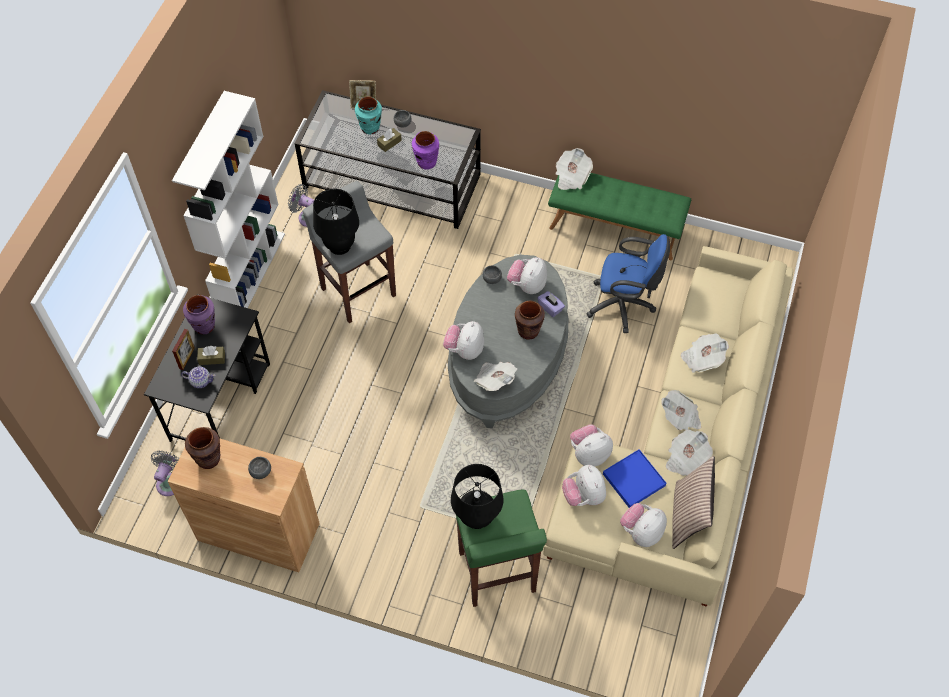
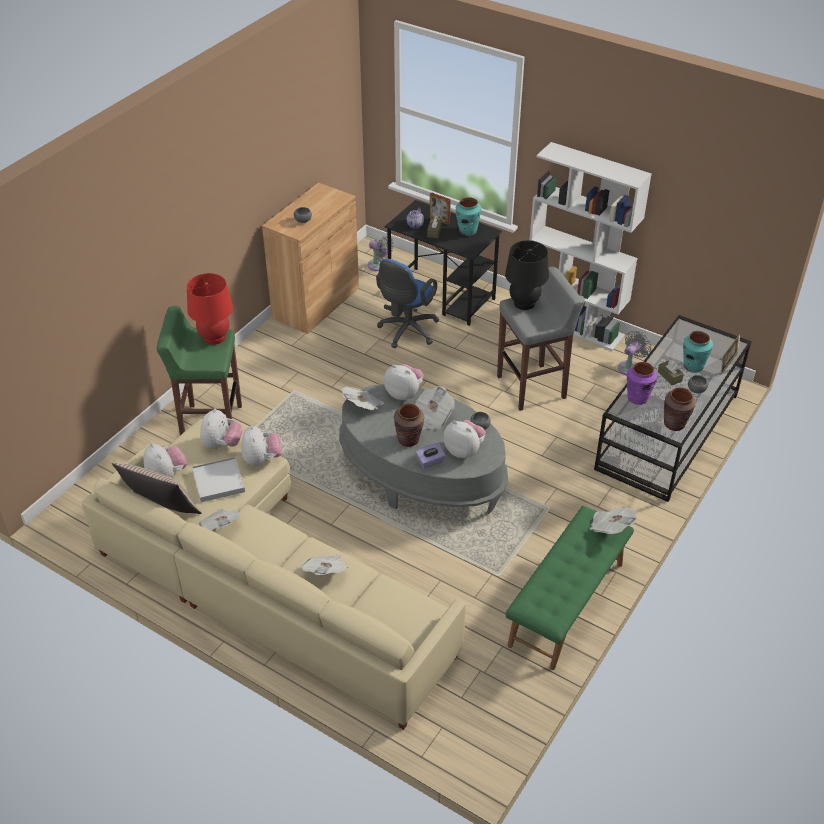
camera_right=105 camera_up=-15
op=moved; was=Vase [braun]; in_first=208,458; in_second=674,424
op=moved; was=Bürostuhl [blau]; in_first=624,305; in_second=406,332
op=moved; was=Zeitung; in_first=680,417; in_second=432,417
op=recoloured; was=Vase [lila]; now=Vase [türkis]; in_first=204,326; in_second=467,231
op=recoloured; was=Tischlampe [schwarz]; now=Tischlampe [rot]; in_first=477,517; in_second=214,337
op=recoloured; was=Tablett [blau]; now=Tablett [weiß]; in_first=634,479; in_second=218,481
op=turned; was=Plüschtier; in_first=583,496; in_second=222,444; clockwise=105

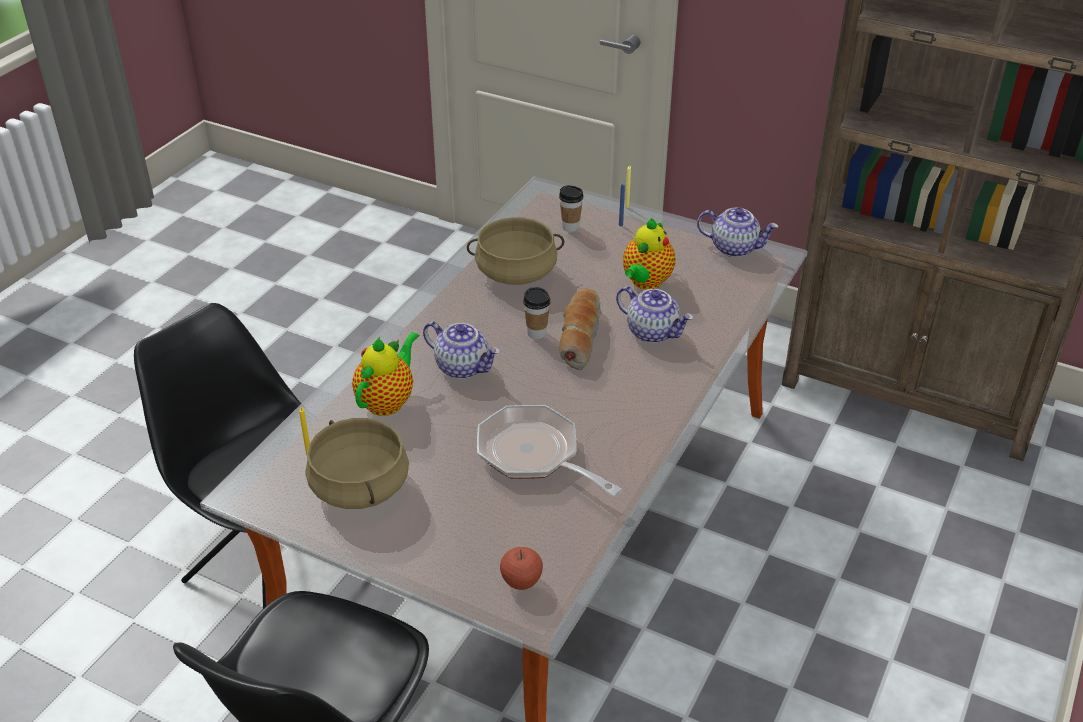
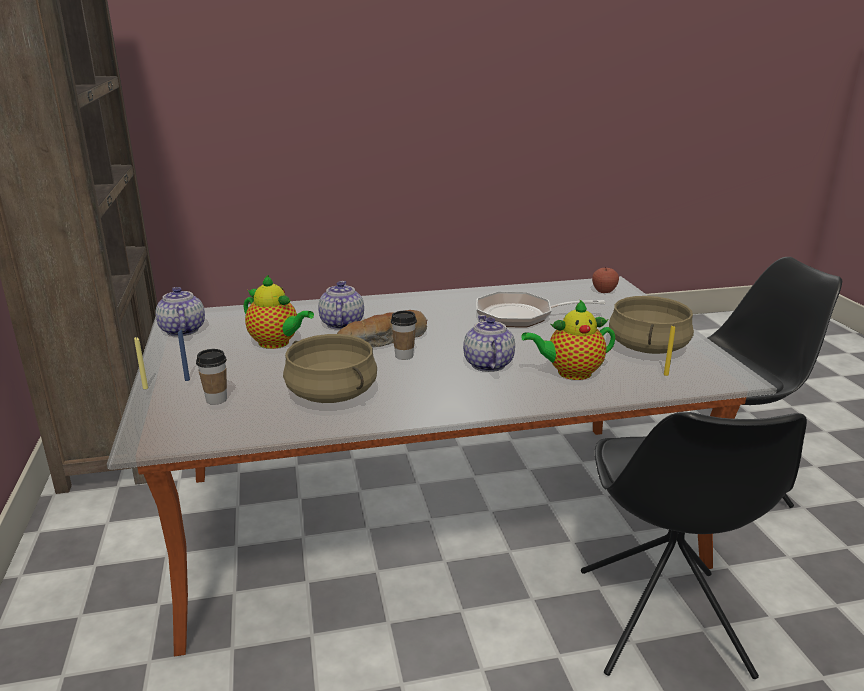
camera_right=-130 camera_up=-15
op=turned; was=Pfanne; in_first=534,455; in_second=521,316; clockwise=90
op=turned; was=Teekanne; in_first=646,282; in_second=277,343; clockwise=45

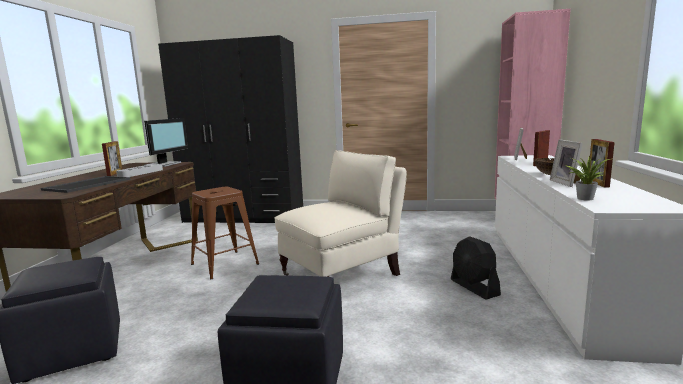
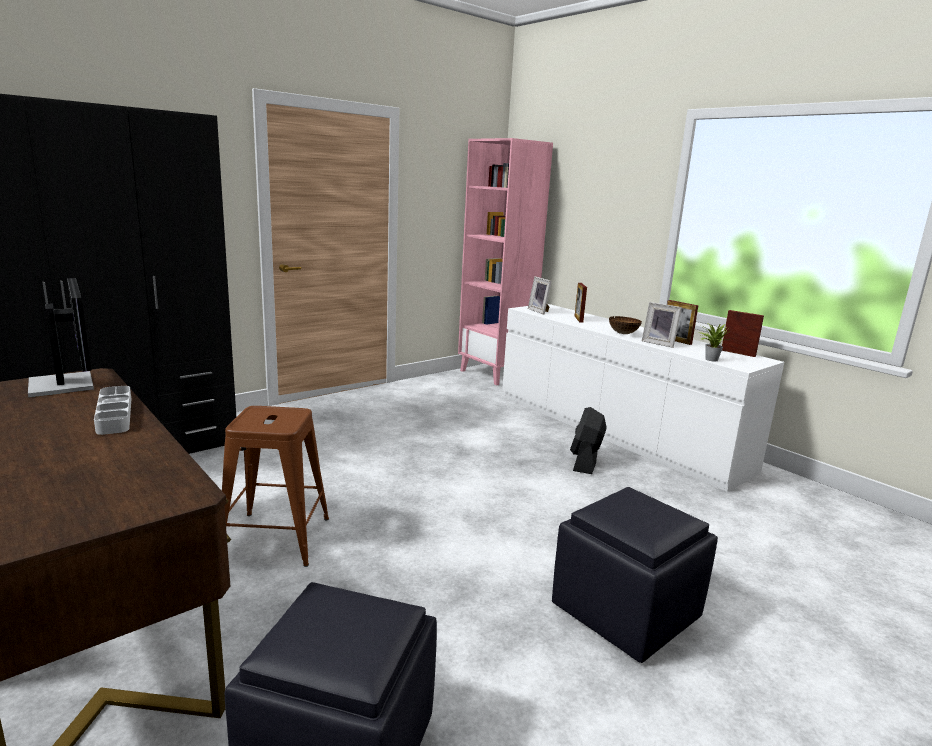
camera_right=-50 camera_up=5
op=removed; was=Tablett; in_first=88,184
op=removed; was=Sessel [beige]; in_first=343,274
op=moved; was=Bilderrahmen; in_first=115,173; in_second=738,353
op=turned; was=Ventilator [schwarz]; in_first=474,287; in_second=585,461; clockwise=90

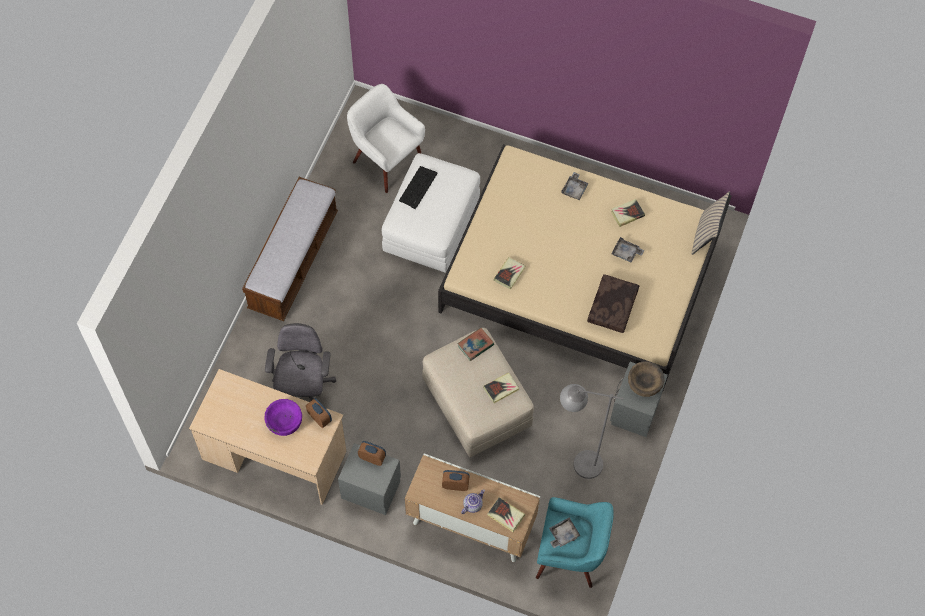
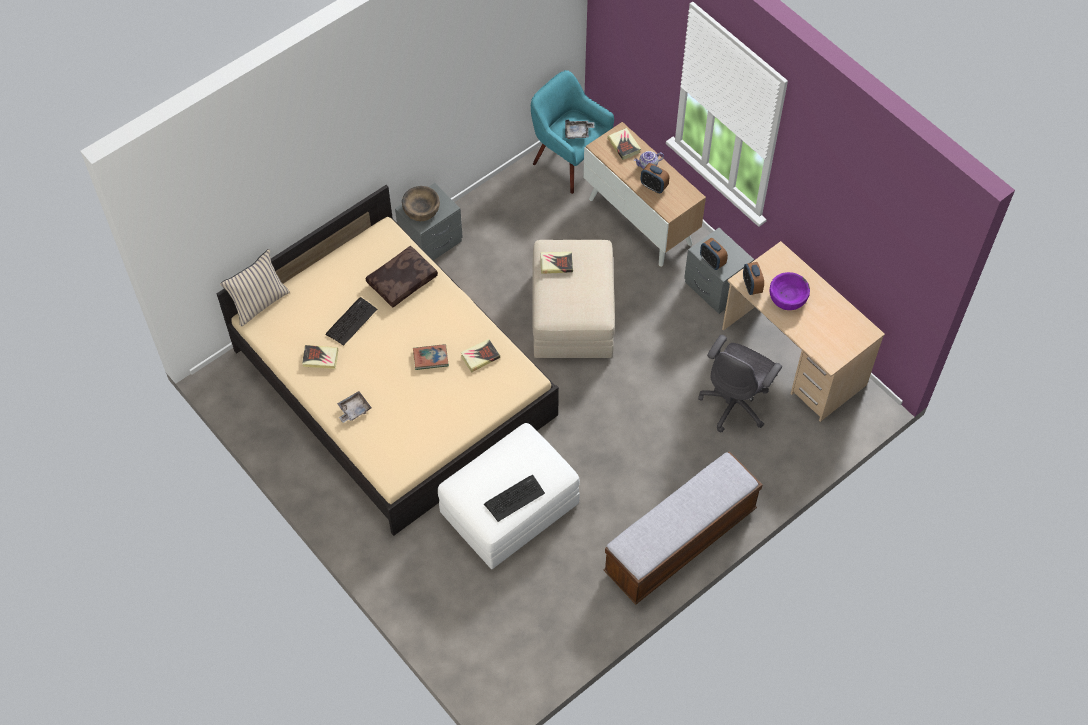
camera_right=-150 camera_up=-5
op=removed; was=Sessel [weiß]; in_first=386,161
op=removed; was=Stehlampe [grau]; in_first=577,463
op=moved; was=Buch; in_first=475,345; in_second=430,358
op=replaced; was=Tablett [grau]; now=Tastatur; in_first=626,253; in_second=351,321

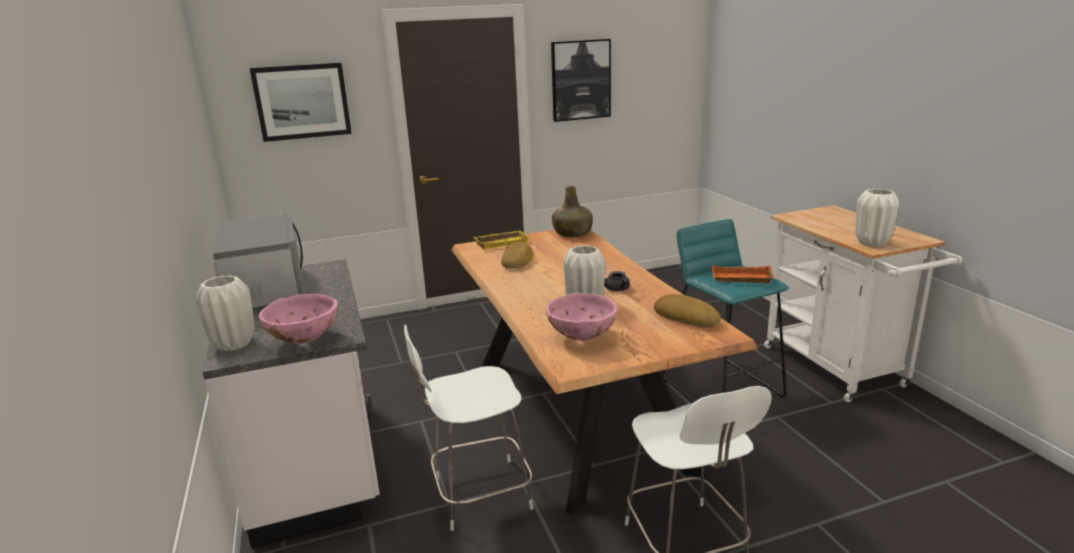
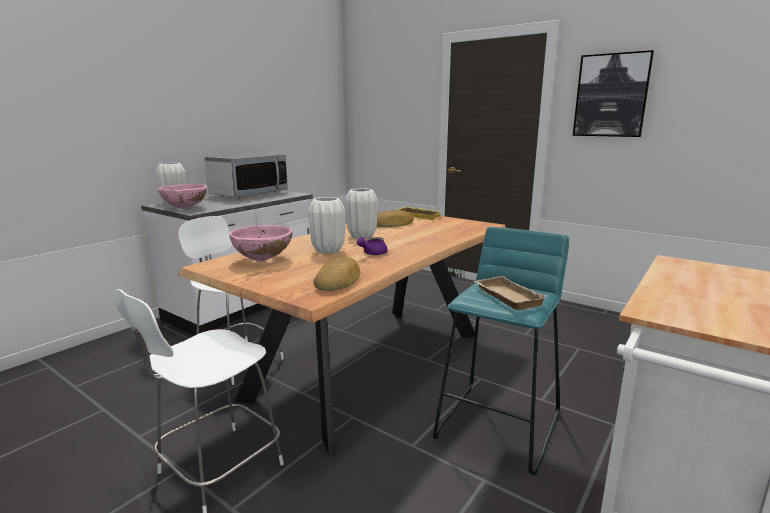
camera_right=55 camera_up=-5
op=removed; was=Bild; in_first=302,101
op=removed; was=Flasche [grün]; in_first=572,233
op=moved; was=Vase [weiß]; in_first=872,243; in_second=362,236
op=recoloured; was=Teekanne [grau]; now=Teekanne [lila]; in_first=618,290; in_second=372,253
op=recoloured; was=Tablett [orange]; now=Tablett [beige]; in_first=740,279; in_second=505,297

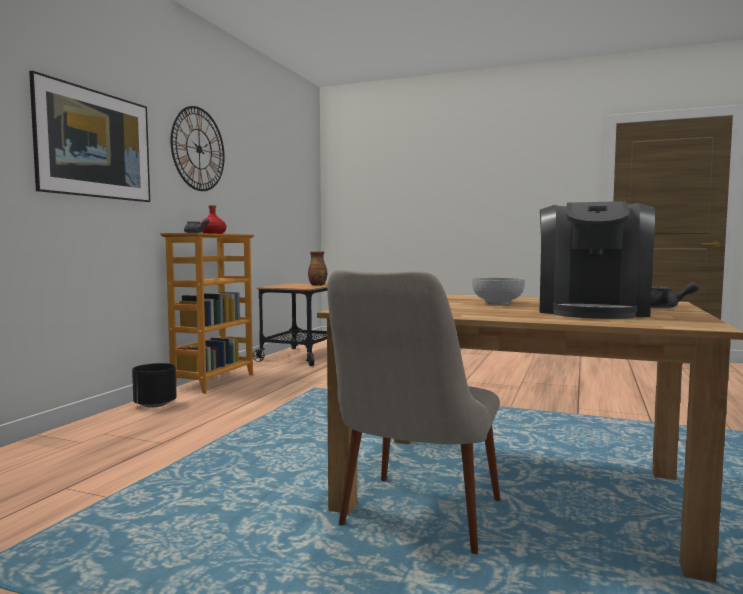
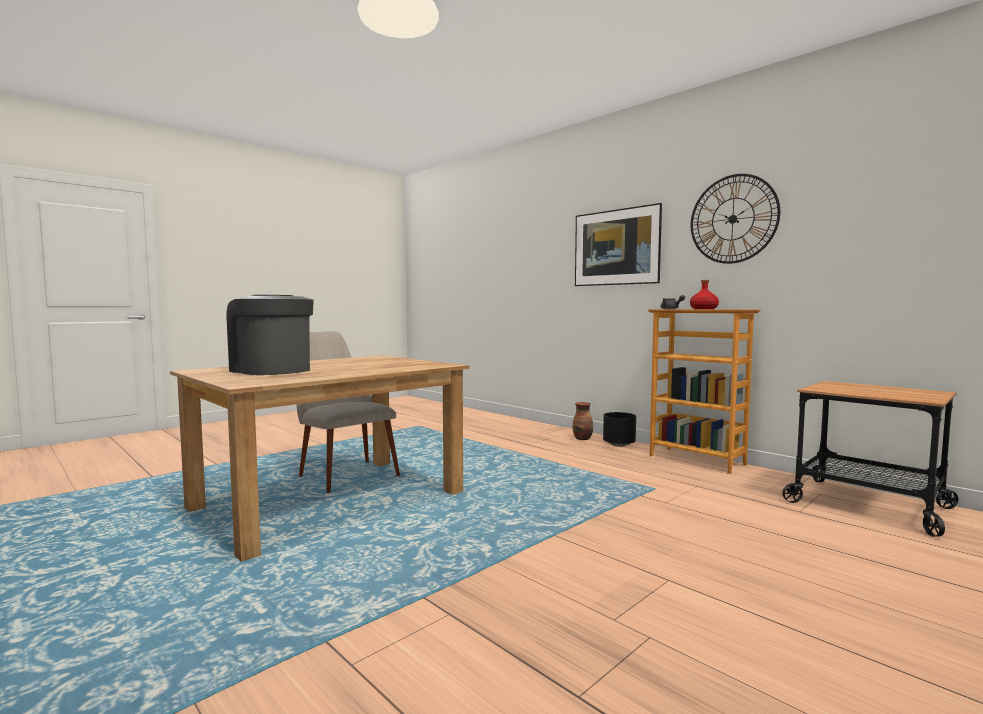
camera_right=115 camera_up=0
op=removed; was=Schüssel; in_first=498,303
op=removed; was=Teekanne [grau]; in_first=665,307
op=moved; was=Vase; in_first=317,285; in_second=583,439

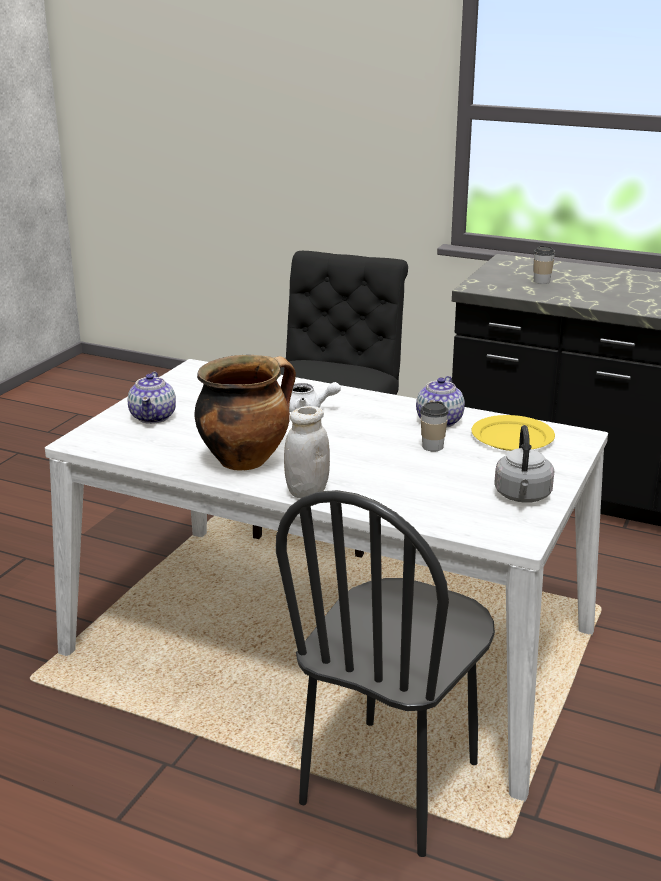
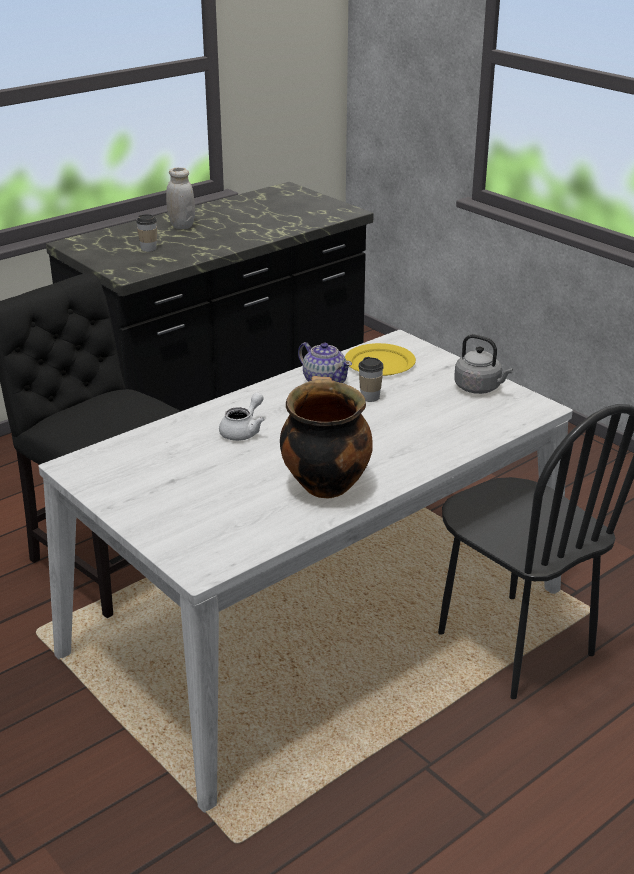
camera_right=-65 camera_up=5
op=removed; was=Teekanne; in_first=153,417
op=moved; was=Vorratsglas [weiß]; in_first=307,492; in_second=182,226

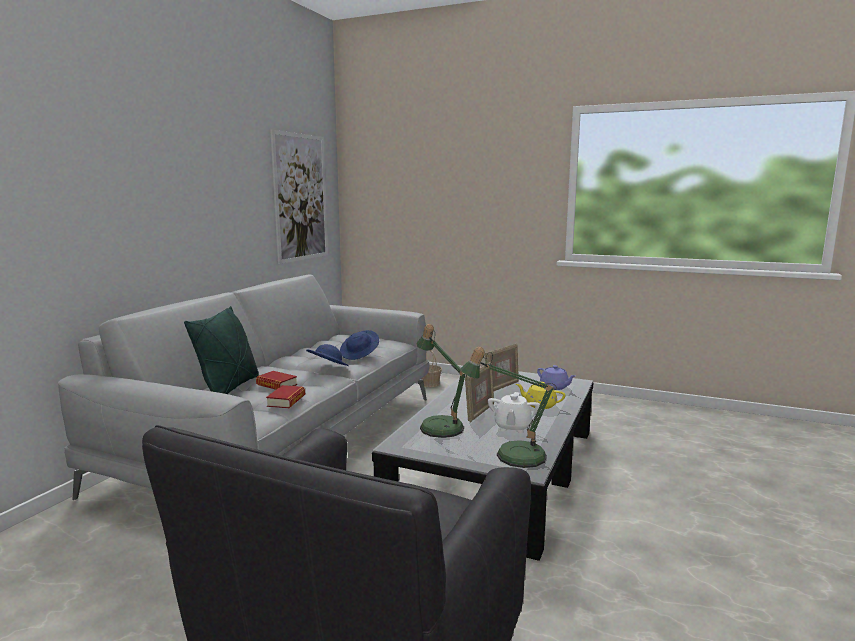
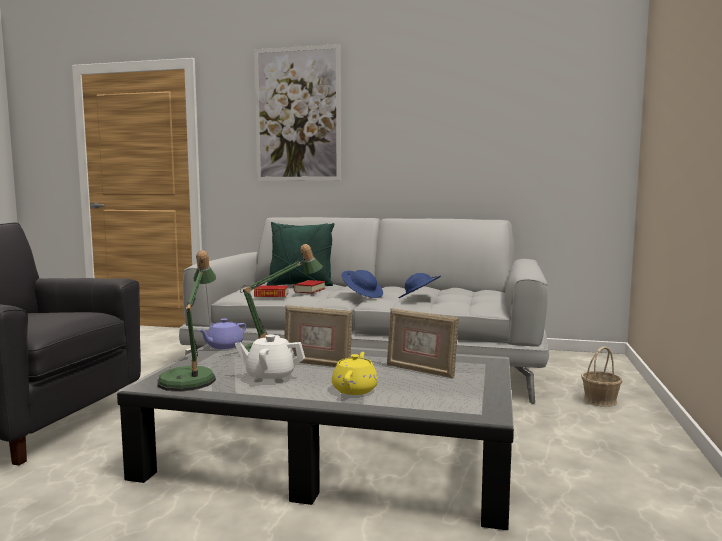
camera_right=80 camera_up=-5
op=moved; was=Bild; in_first=300,197; in_second=297,114
op=moved; was=Teekanne [lila]; in_first=555,387; in_second=223,346

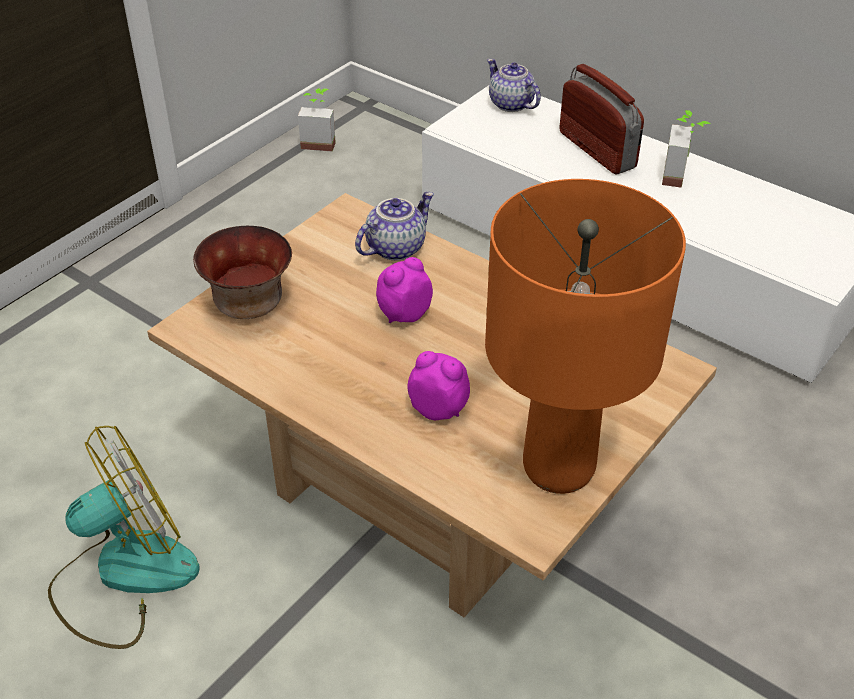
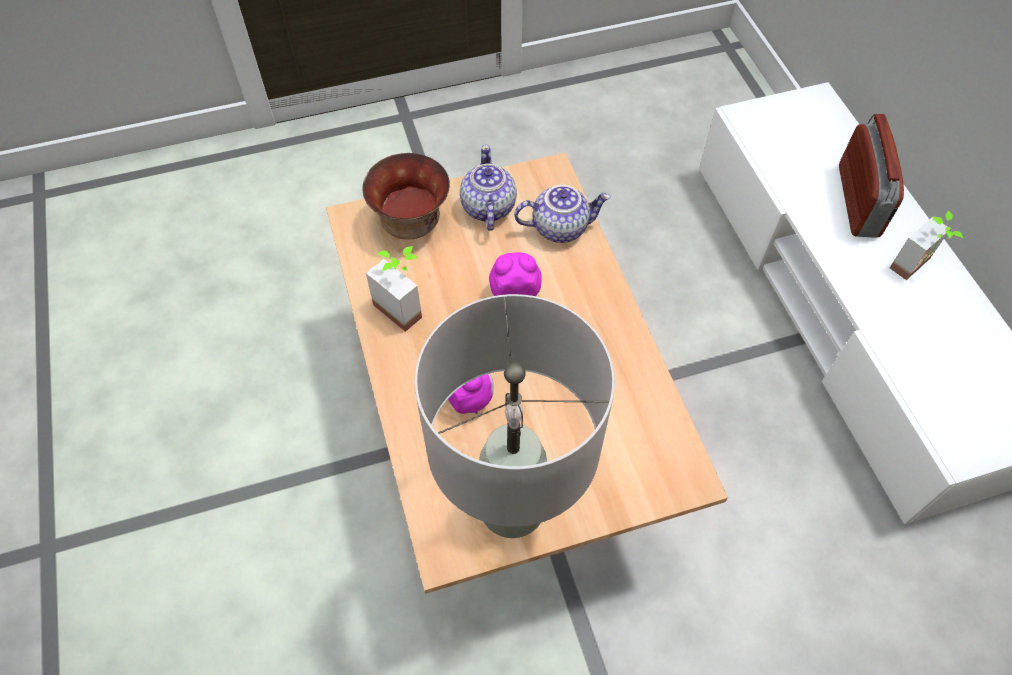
camera_right=35 camera_up=15
op=removed; was=Ventilator; in_first=123,575
op=moved; was=Topfpflanze; in_first=319,142; in_second=404,305
op=moved; was=Teekanne; in_first=511,104; in_second=487,208
op=recoloured; was=Tischlampe [orange]; now=Tischlampe [grau]; in_first=557,468; in_second=510,508

